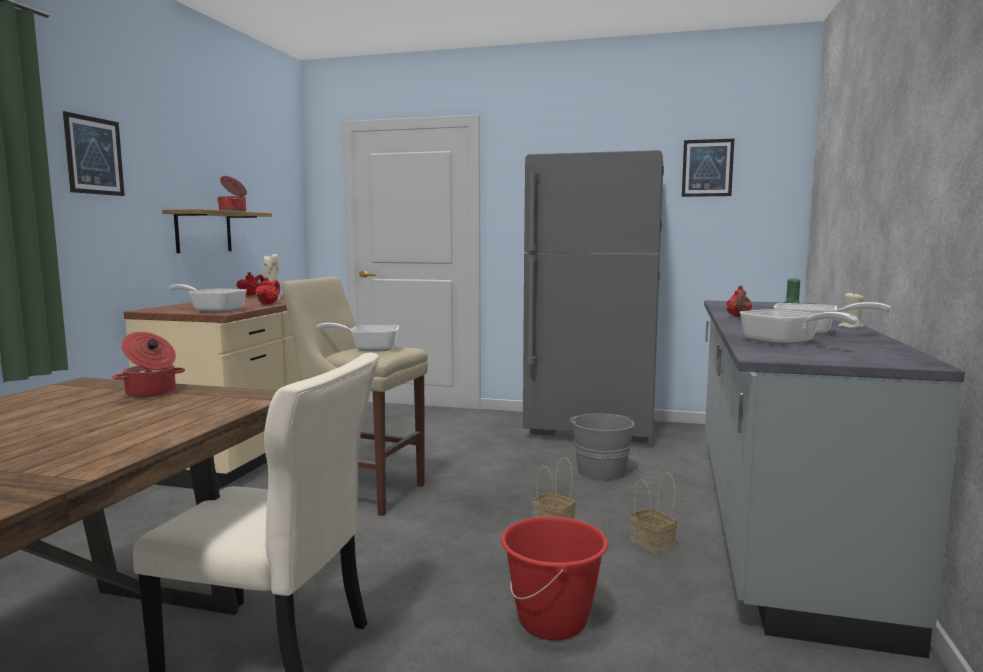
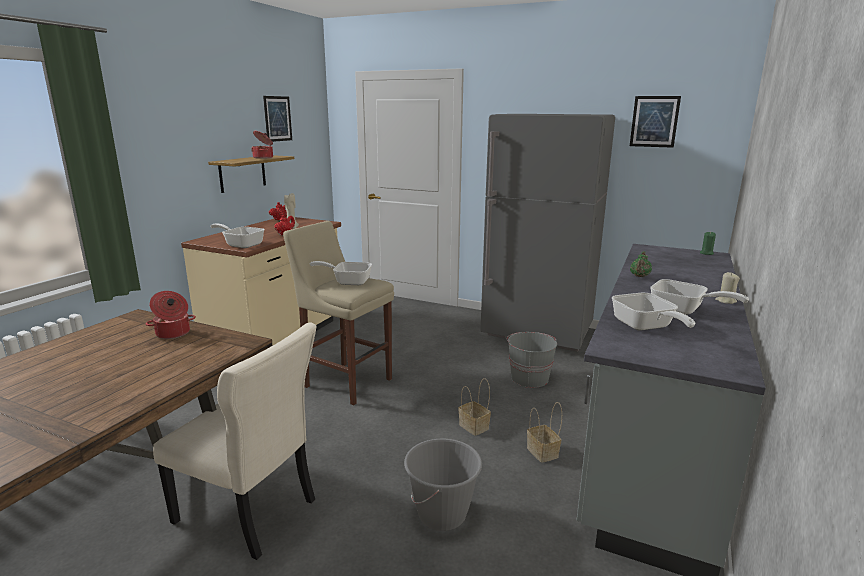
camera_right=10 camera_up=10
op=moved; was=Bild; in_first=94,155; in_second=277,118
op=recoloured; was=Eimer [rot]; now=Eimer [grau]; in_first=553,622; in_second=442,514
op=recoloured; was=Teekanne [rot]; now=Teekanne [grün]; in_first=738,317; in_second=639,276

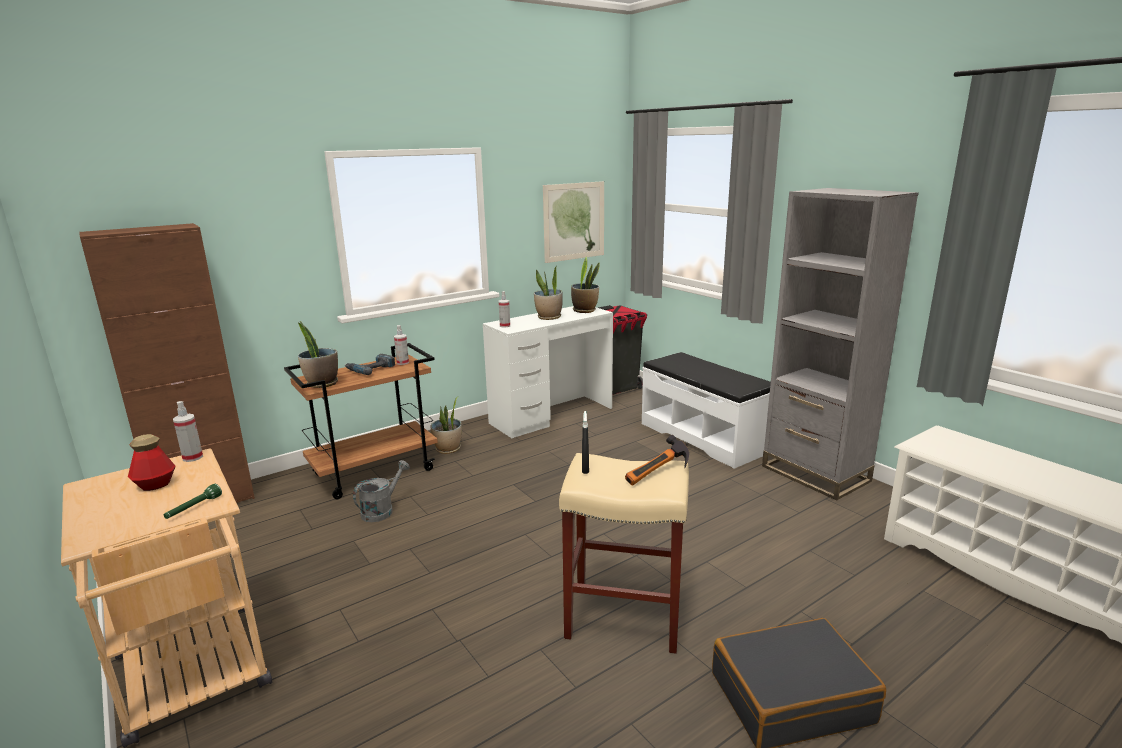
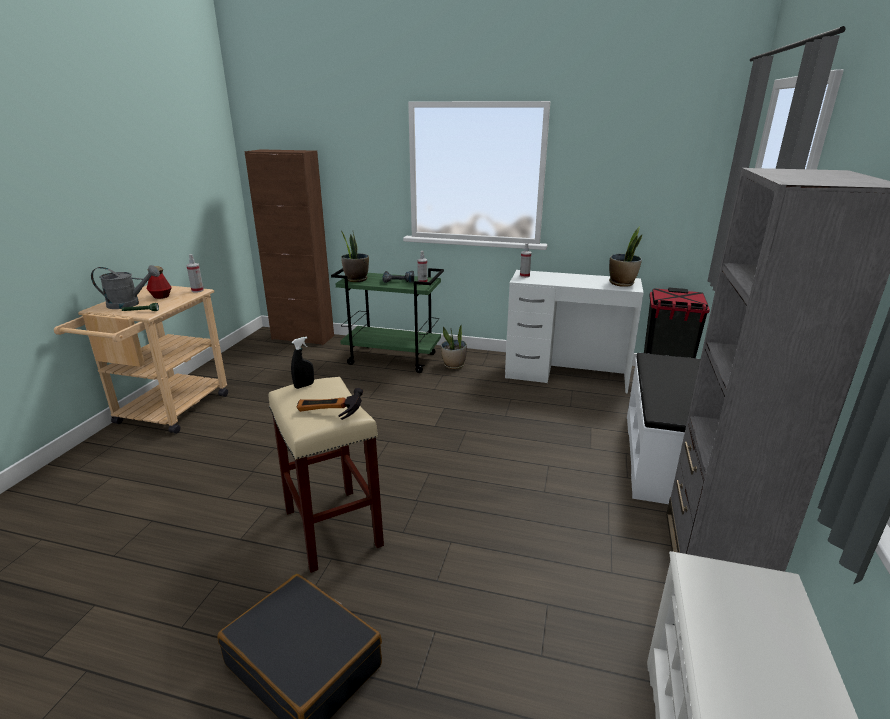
camera_right=50 camera_up=5
op=removed; was=Topfpflanze; in_first=549,317
op=removed; was=Bild; in_first=574,221
op=moved; was=Gießkanne [grau]; in_first=382,510; in_second=129,304
op=recoloured; was=Rollwagen [braun]; now=Rollwagen [grün]; in_first=375,471; in_second=393,359

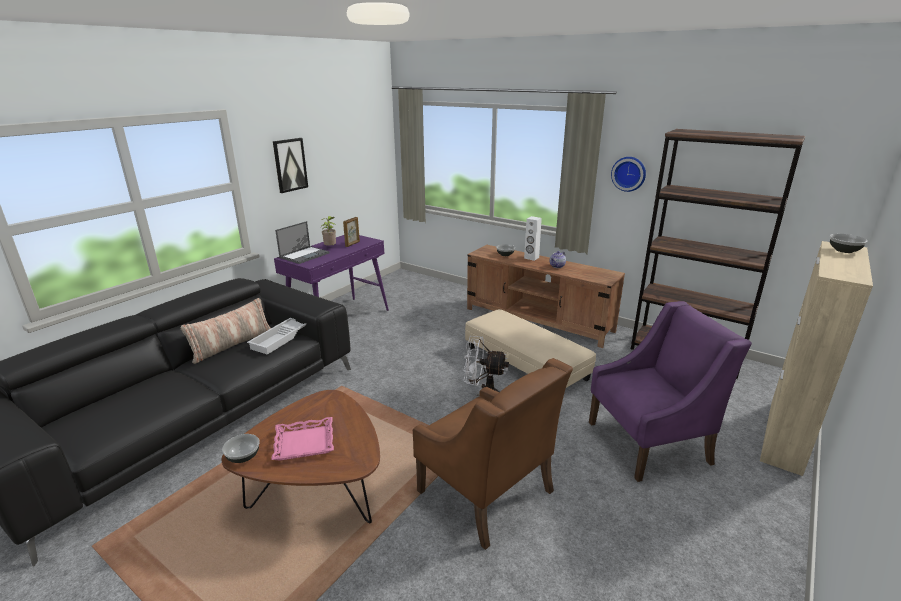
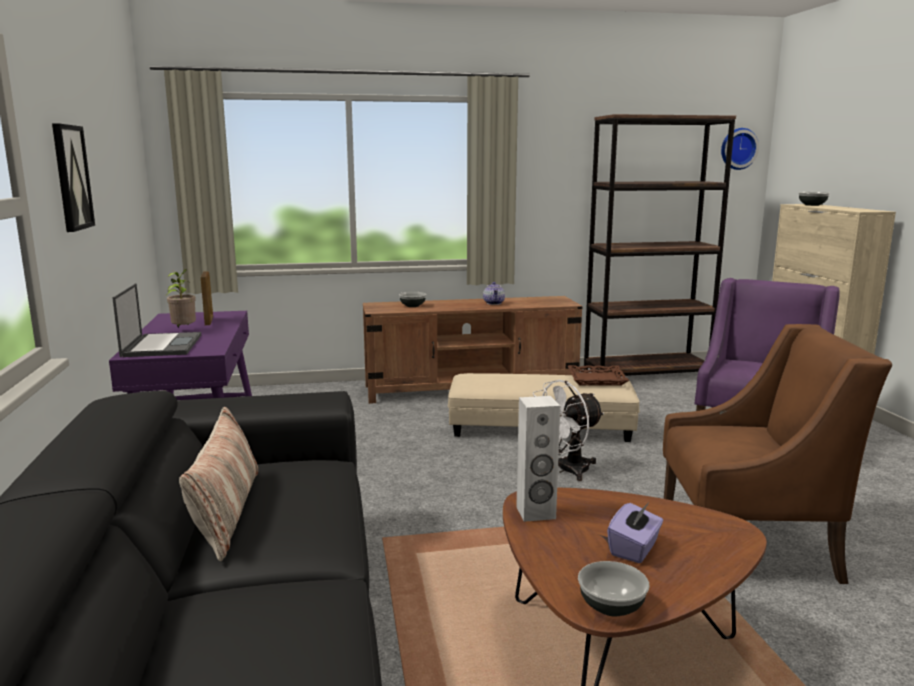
camera_right=-45 camera_up=-10
op=removed; was=Tablett [weiß]; in_first=280,339
op=added; now=Tablett [braun]; in_second=597,379
op=moved; was=Lautsprecher [weiß]; in_first=531,258; in_second=536,513
op=moved; was=Wanduhr; in_first=629,173; in_second=737,149
op=replaced; was=Tablett [rosa]; now=Taschentuchbox [lila]; in_first=304,442; in_second=634,549

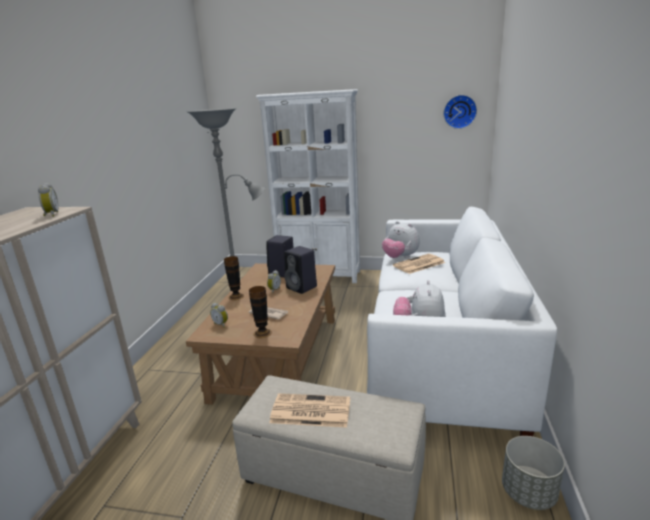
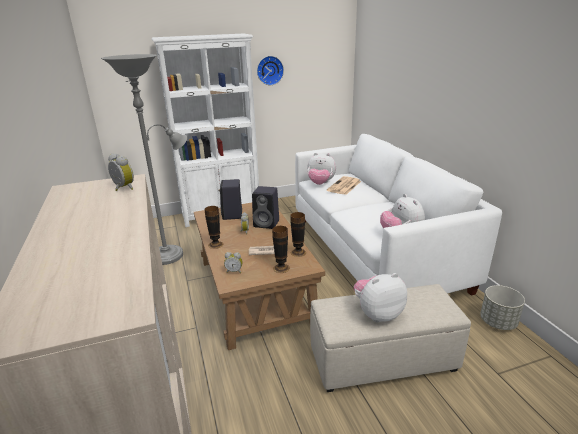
camera_right=-30 camera_up=5
op=added; now=Vase; in_second=298,252
op=moved; was=Wanduhr; in_first=459,111; in_second=269,70
op=replaced; was=Zeitung; now=Plüschtier; in_first=309,411; in_second=377,313

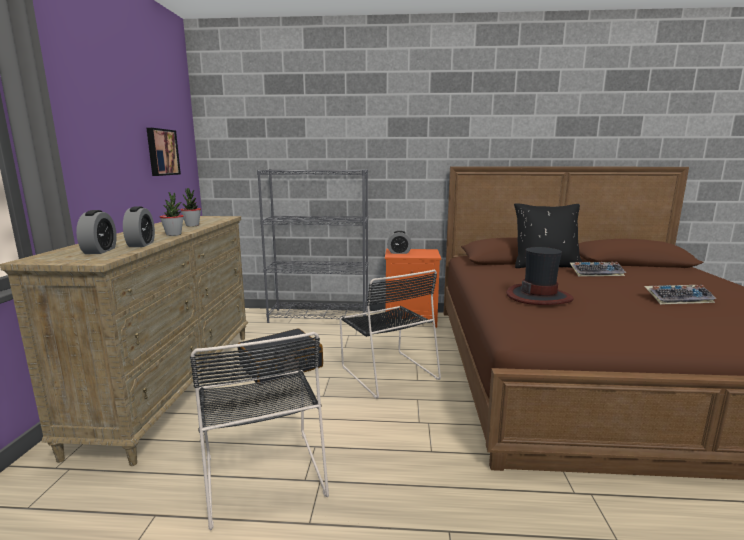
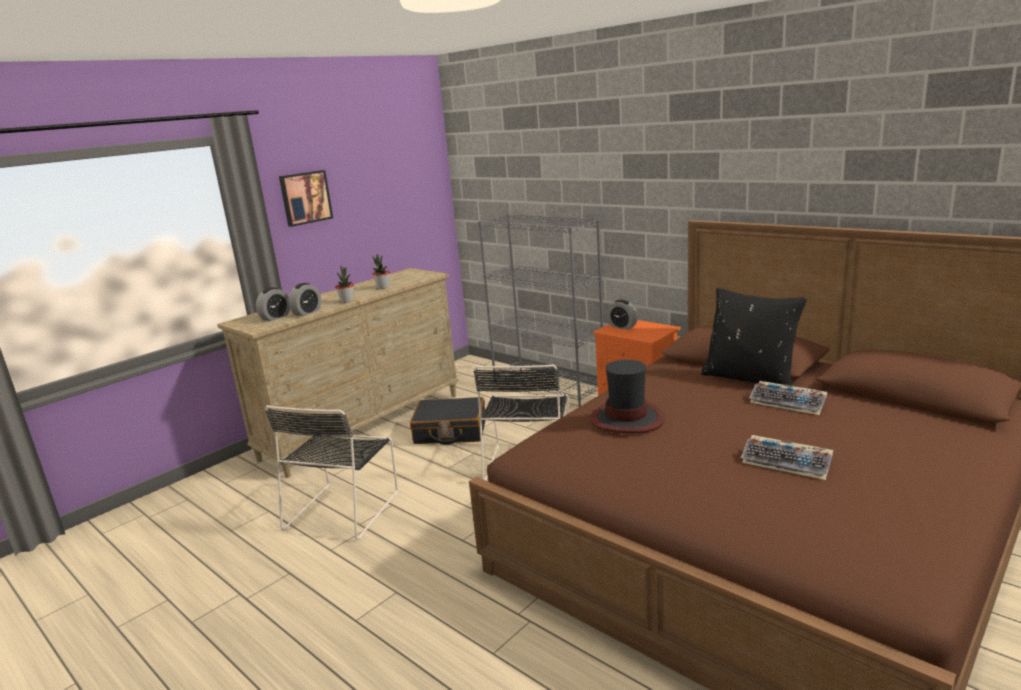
camera_right=40 camera_up=5
op=moved; was=Bild; in_first=161,152; in_second=305,197

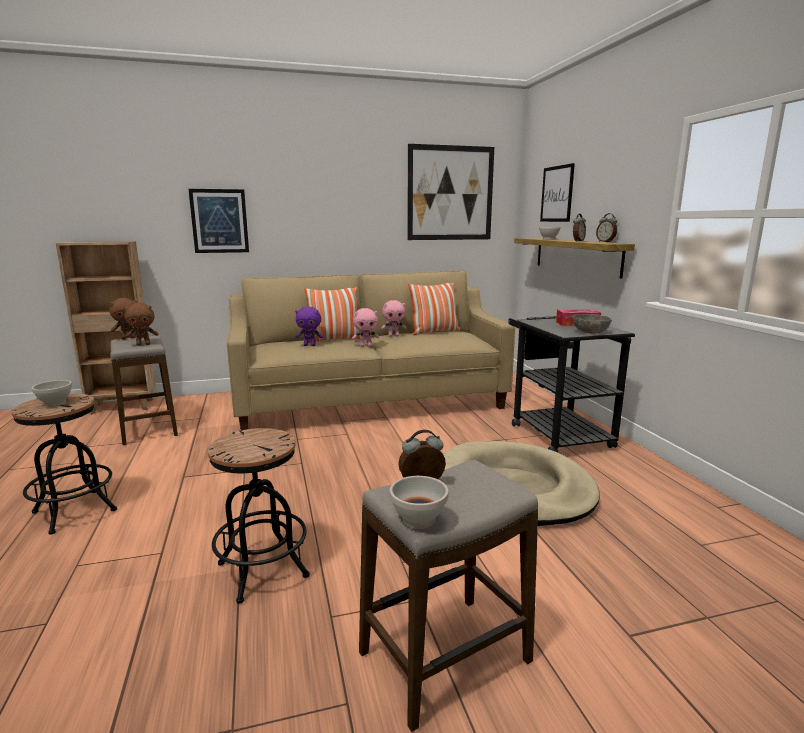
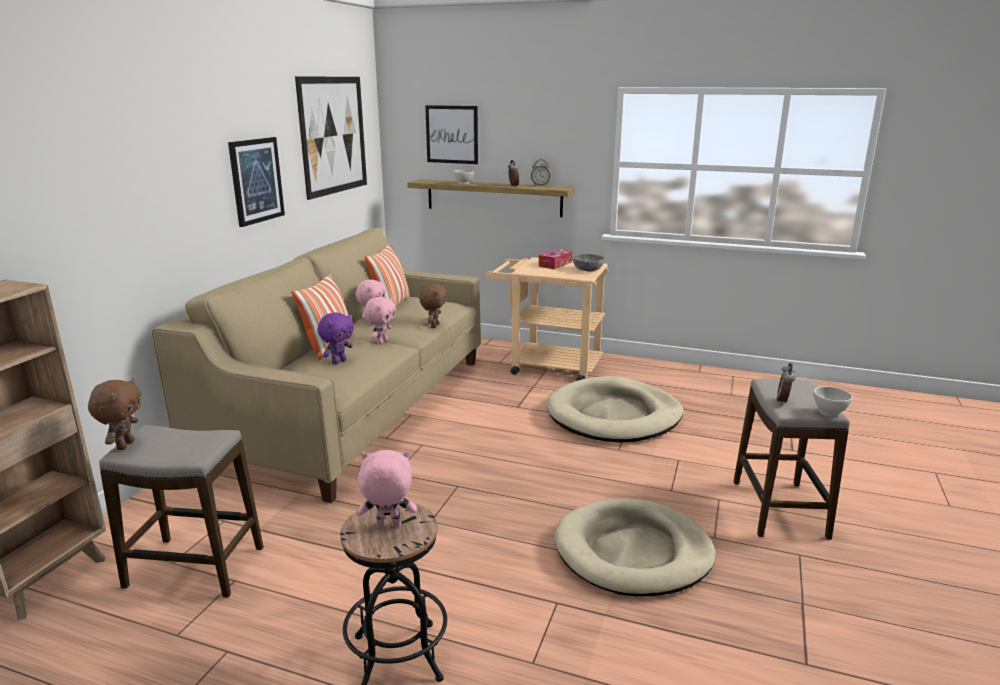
camera_right=-55 camera_up=5
op=moved; was=Plüschtier [braun]; in_first=143,344; in_second=434,326
op=moved; was=Bild; in_first=219,221; in_second=256,180
op=replaced; was=Schüssel [weiß]; now=Plüschtier [rosa]; in_first=54,403; in_second=388,526
op=replaced; was=Hocker [schwarz]; now=Hundebett [beige]; in_first=263,570; in_second=633,552
op=recoloured; was=Rollwagen [schwarz]; now=Rollwagen [beige]; in_first=556,432; in_second=547,366

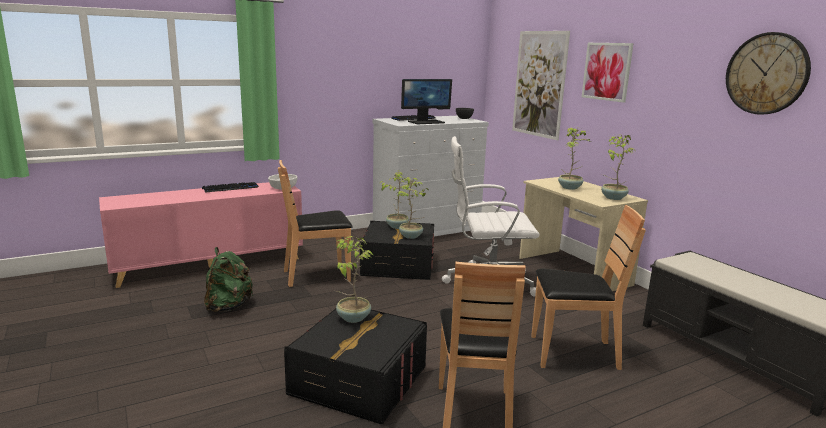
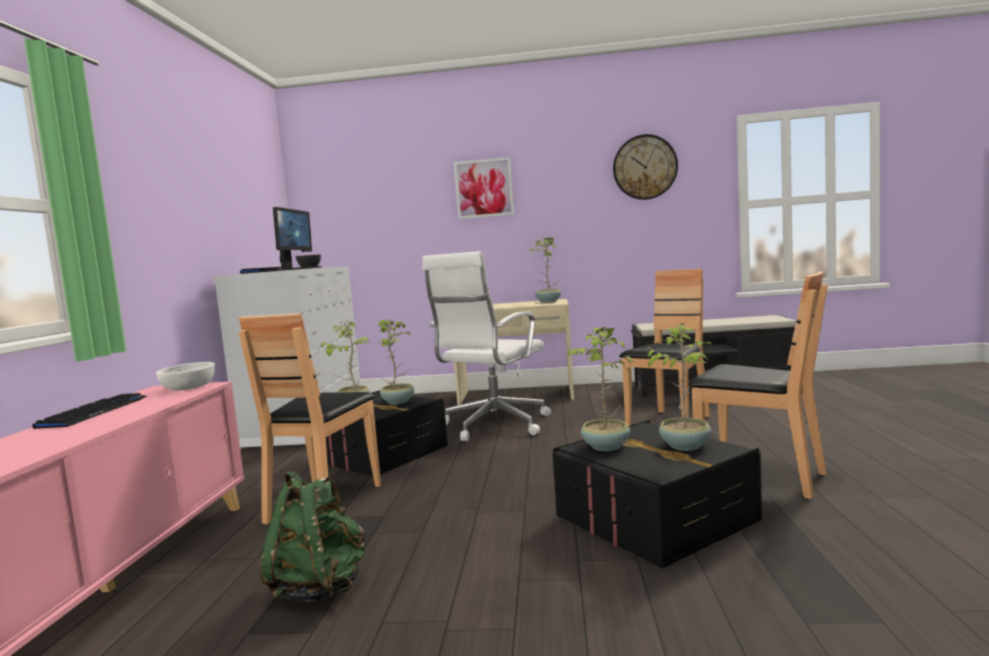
camera_right=-55 camera_up=-10
op=removed; was=Bild; in_first=539,84
op=moved; was=Topfpflanze; in_first=570,188; in_second=685,445

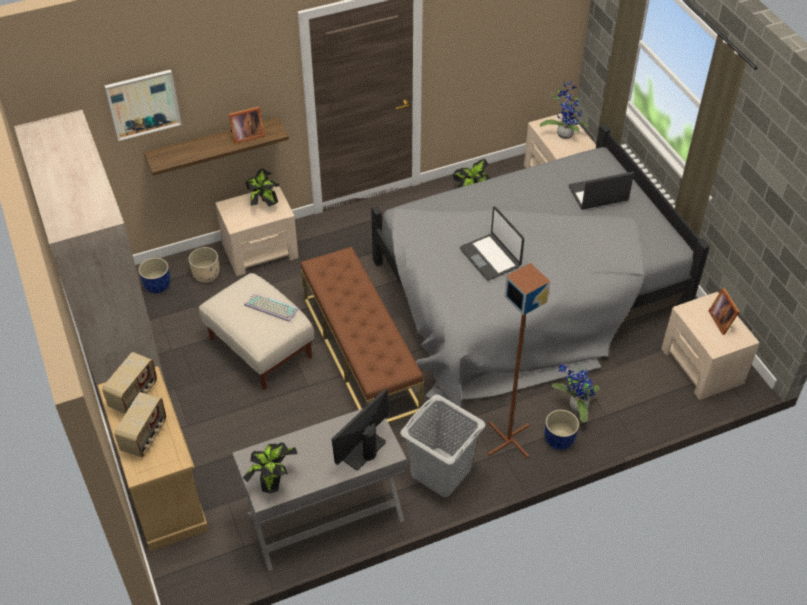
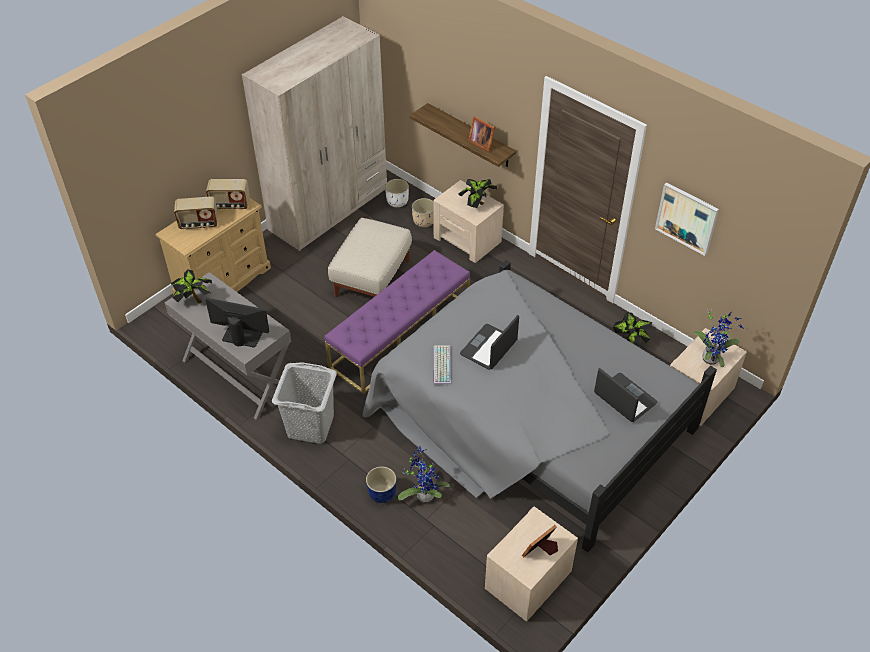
camera_right=65 camera_up=0
op=removed; was=Stehlampe [braun]; in_first=509,439
op=moved; was=Bild; in_first=143,104; in_second=687,218
op=moved; was=Tastatur; in_first=269,307; in_second=441,364
op=recoloured; was=Pflanzkübel [blau]; now=Pflanzkübel [weiß]; in_first=157,285; in_second=397,201
op=recoloured; was=Bank [braun]; now=Bank [lila]; in_first=361,353; in_second=400,336

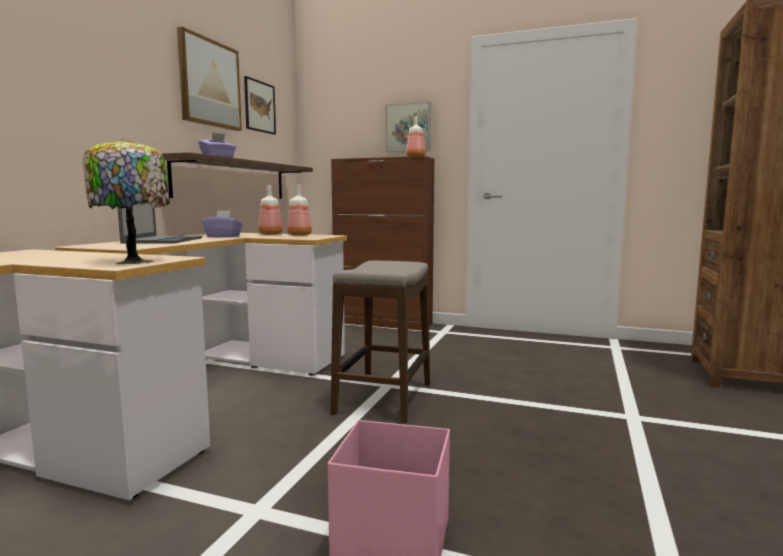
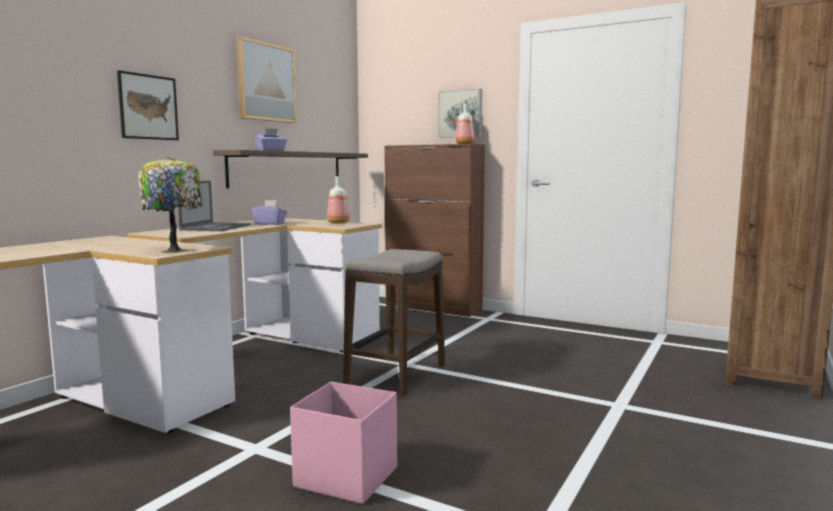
camera_right=10 camera_up=0
op=removed; was=Flasche; in_first=271,234
op=moved; was=Bild; in_first=259,106; in_second=148,107

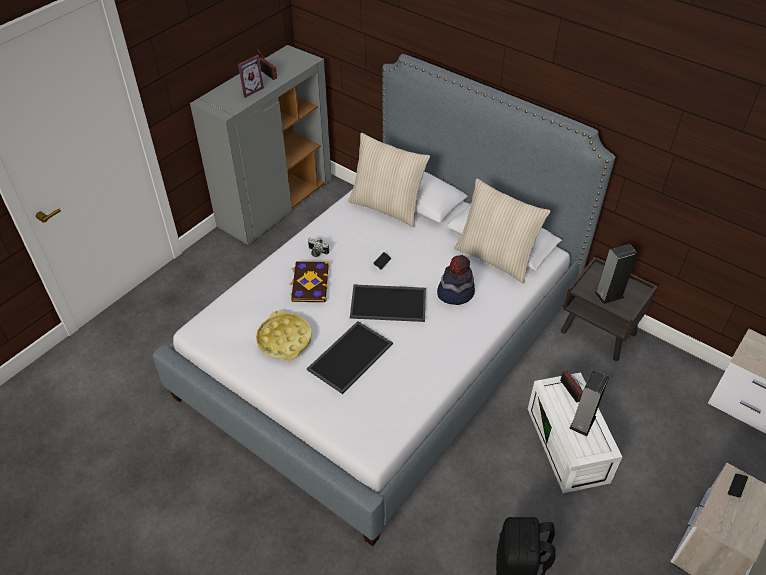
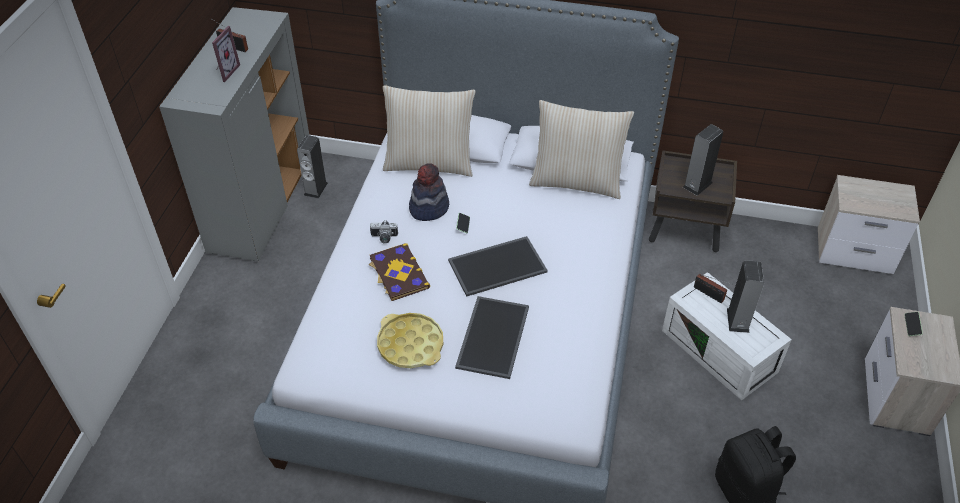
camera_right=-25 camera_up=0
op=added; now=Lautsprecher; in_second=315,189
op=moved; was=Hut; in_first=455,292; in_second=428,207

